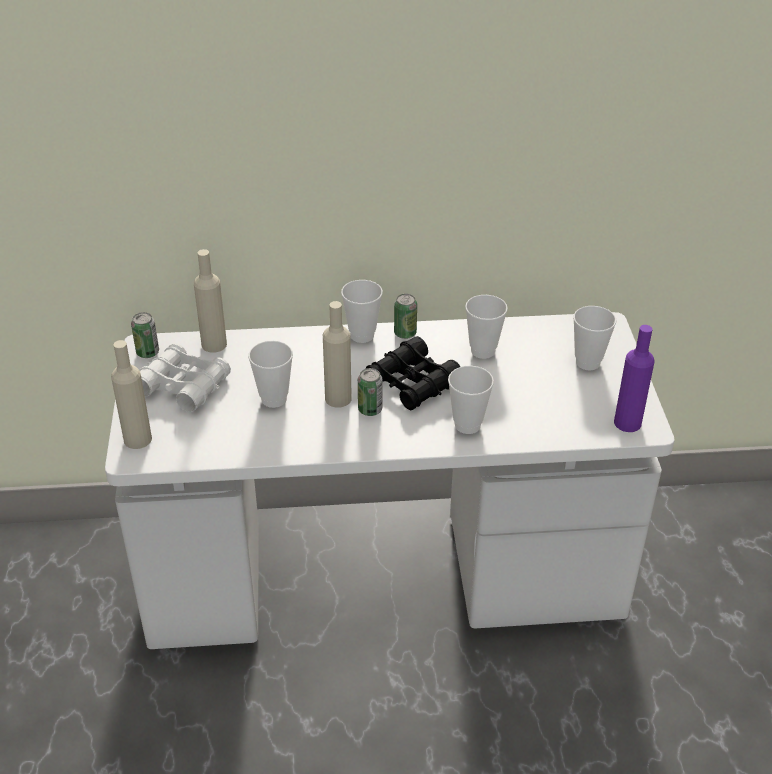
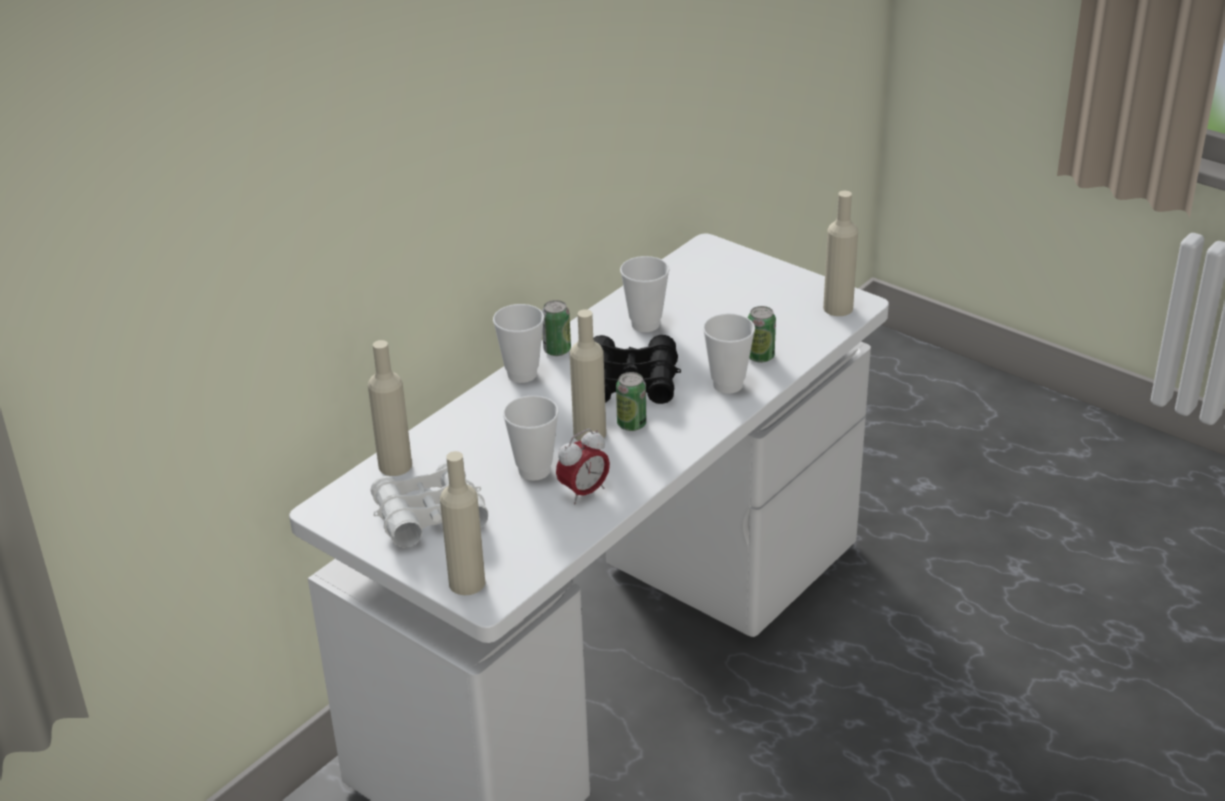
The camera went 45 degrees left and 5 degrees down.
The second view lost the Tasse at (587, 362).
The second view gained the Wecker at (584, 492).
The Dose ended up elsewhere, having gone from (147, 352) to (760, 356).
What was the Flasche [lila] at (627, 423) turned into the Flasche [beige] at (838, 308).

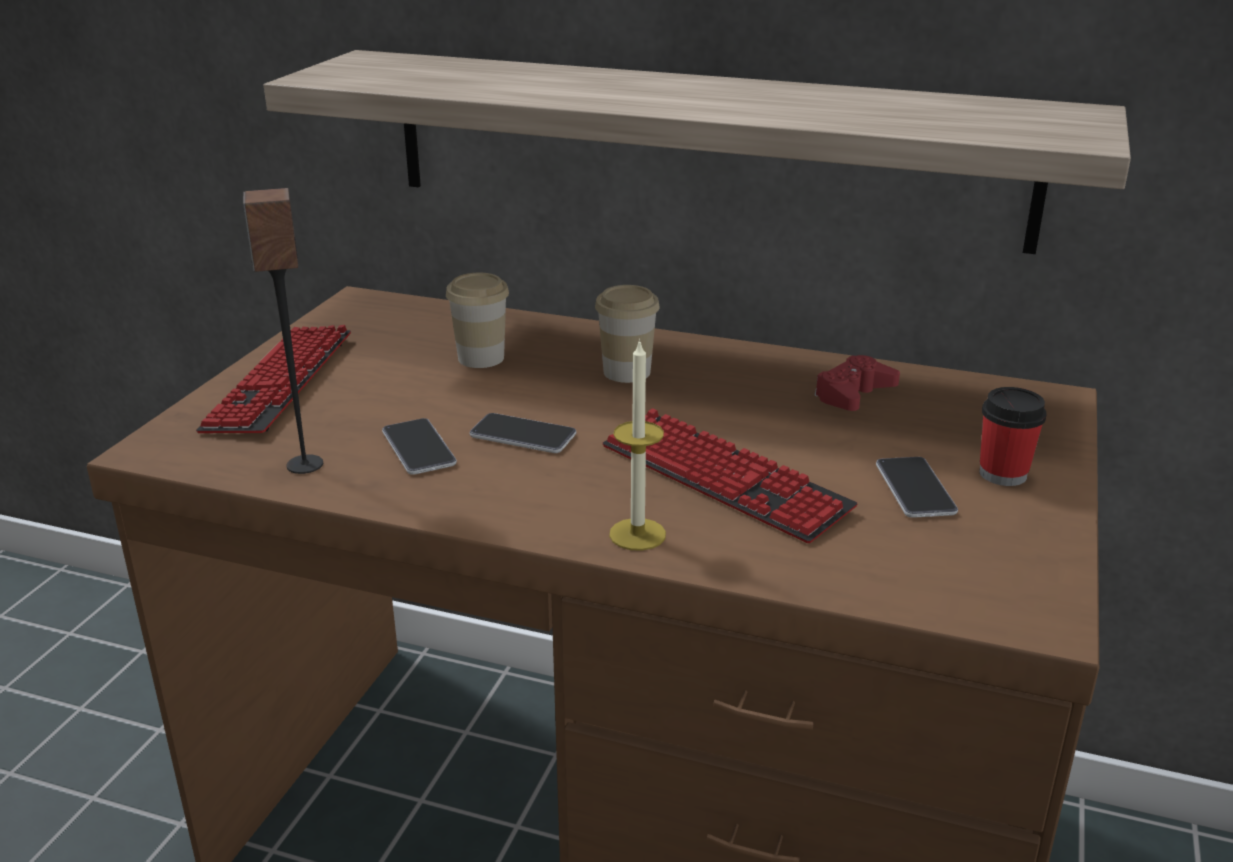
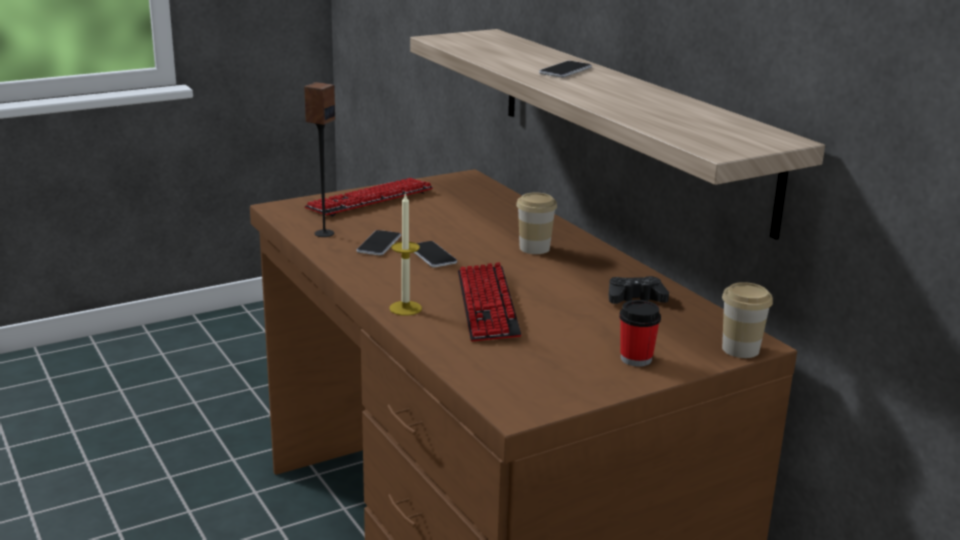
The camera went 40 degrees right and 5 degrees down.
The Tasse ended up elsewhere, having gone from (481, 358) to (740, 349).
The Handy ended up elsewhere, having gone from (915, 489) to (565, 71).
What was the Gamepad [rot] at (853, 394) turned into the Gamepad [schwarz] at (635, 298).

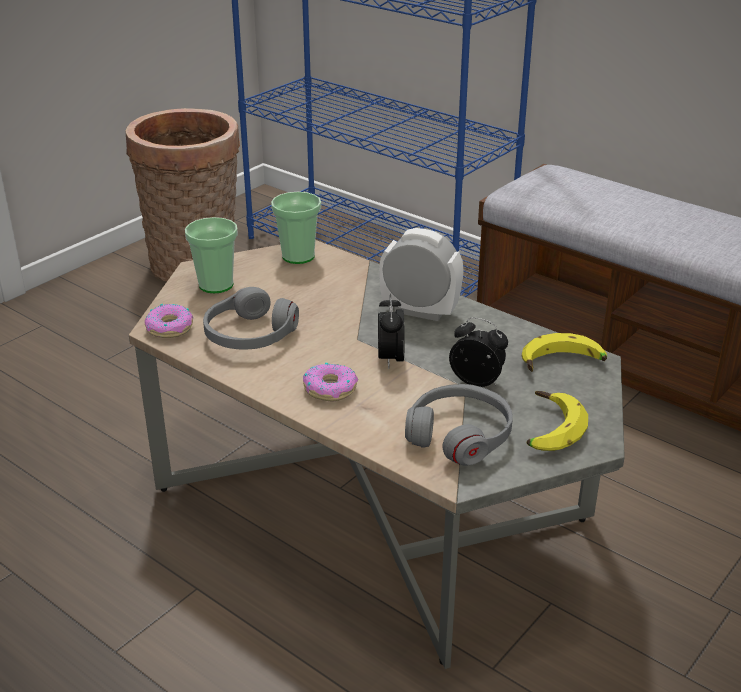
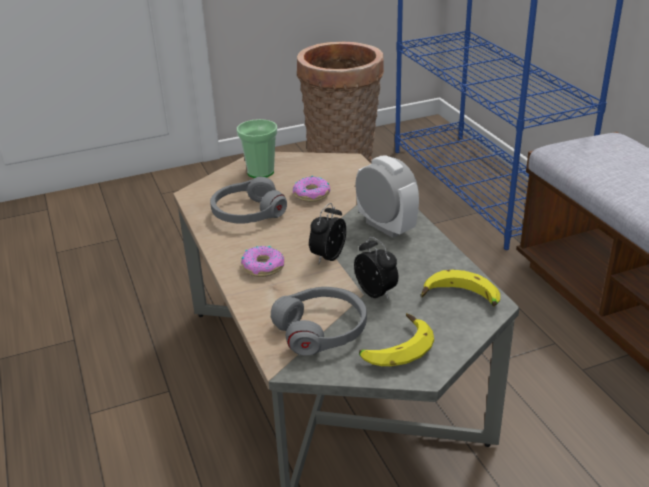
The camera went 30 degrees right and 0 degrees up.
The second view lost the Tasse at (298, 256).
The Donut ended up elsewhere, having gone from (170, 328) to (312, 194).

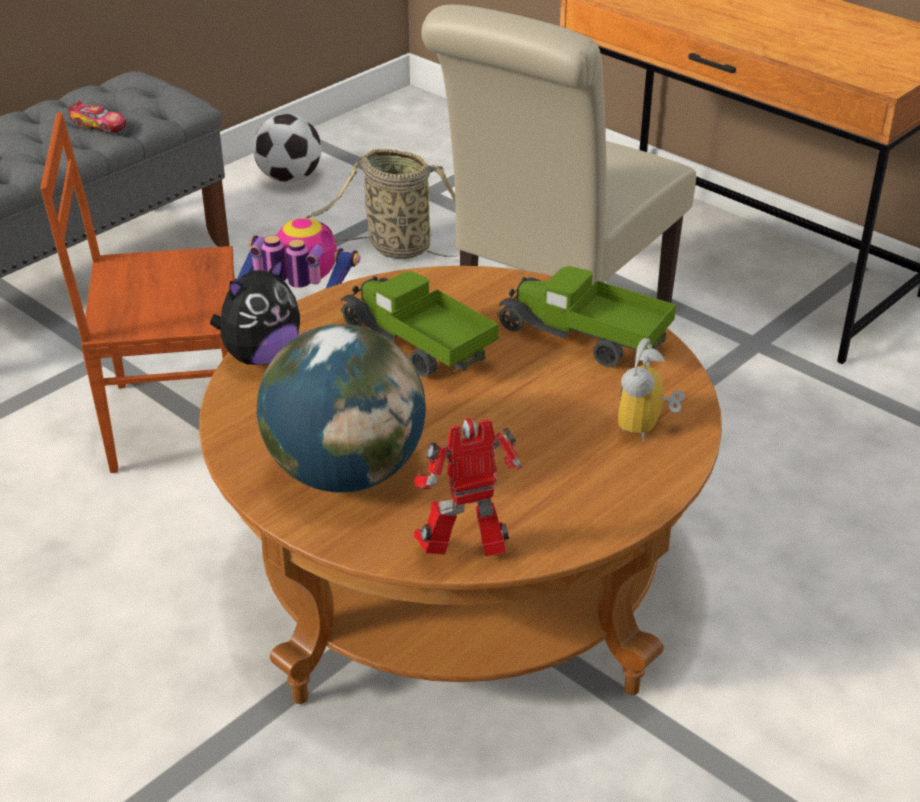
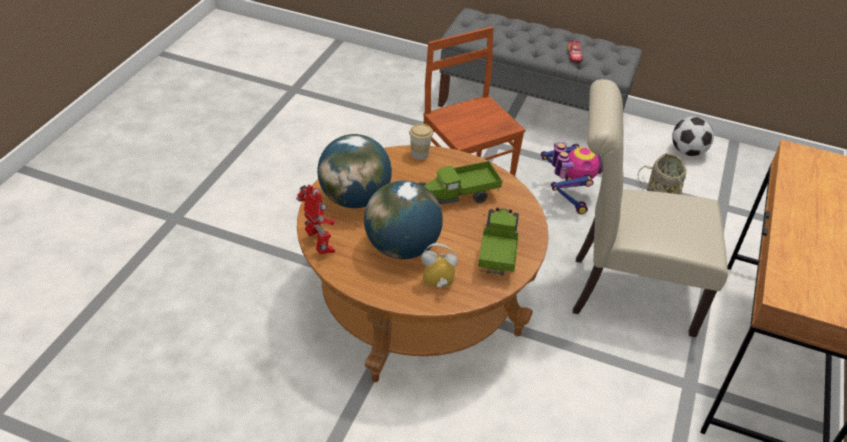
The camera went 65 degrees right and 5 degrees up.
The second view gained the Globus at (402, 248).
Where the Plüschtier stood at (260, 356), the Tasse came to stand at (419, 154).
The Spielzeuglaster at (416, 345) ended up facing another way, 135 degrees counterclockwise from before.

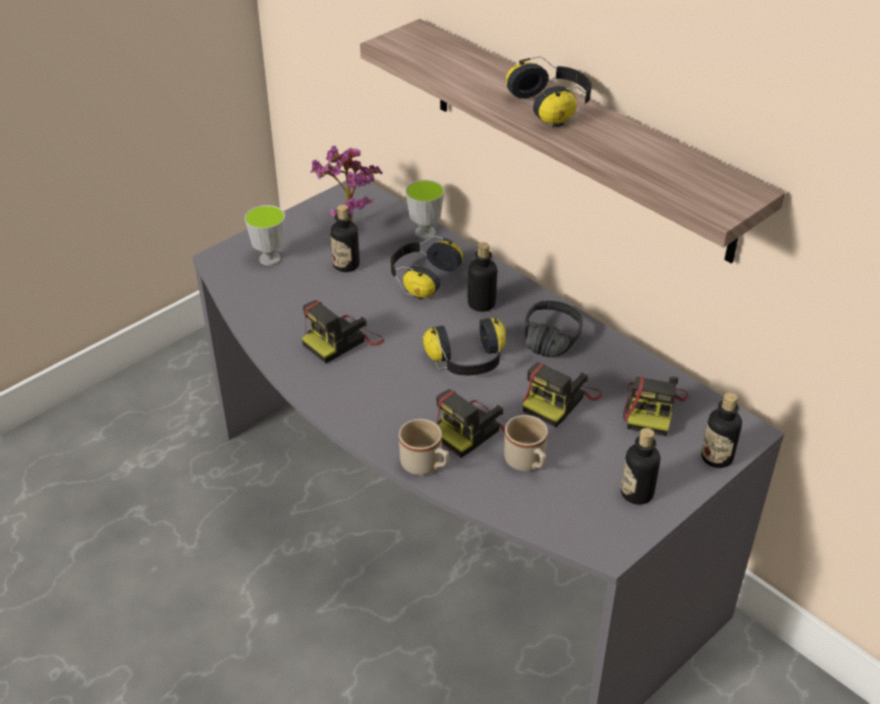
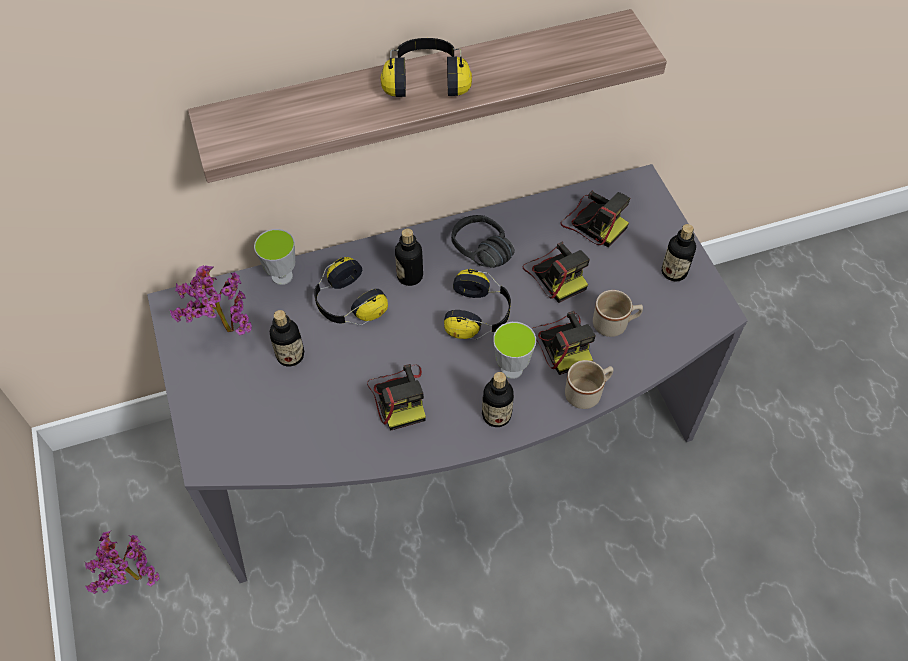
The camera went 65 degrees left and 15 degrees up.
The second view gained the Topfpflanze at (132, 581).
The Tasse ended up elsewhere, having gone from (270, 259) to (511, 369).
The Flasche ended up elsewhere, having gone from (716, 457) to (496, 415).

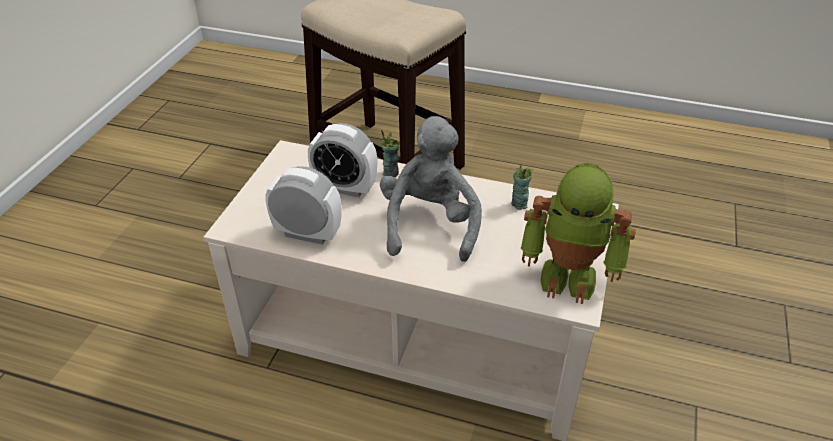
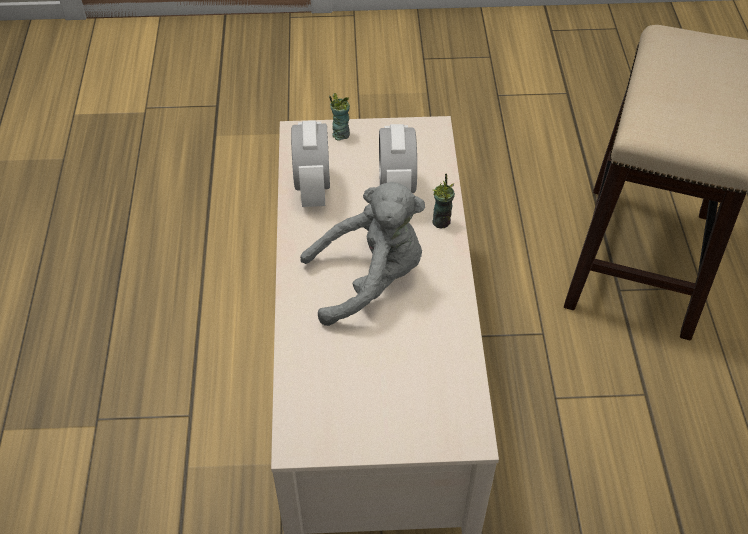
The camera went 70 degrees right and 10 degrees up.
The second view lost the Spielzeugroboter at (569, 275).
The Tasse ended up elsewhere, having gone from (519, 204) to (340, 134).

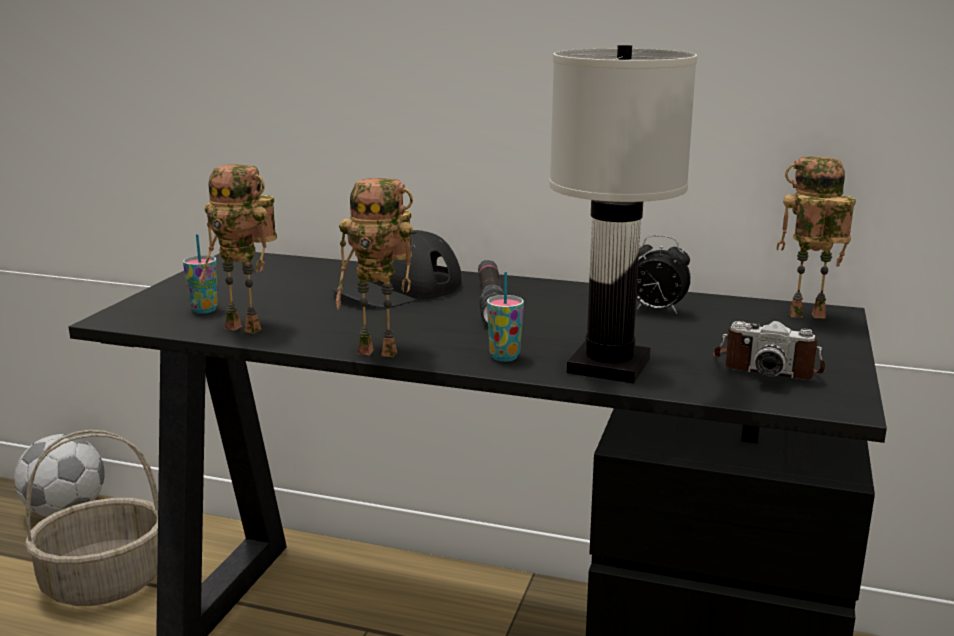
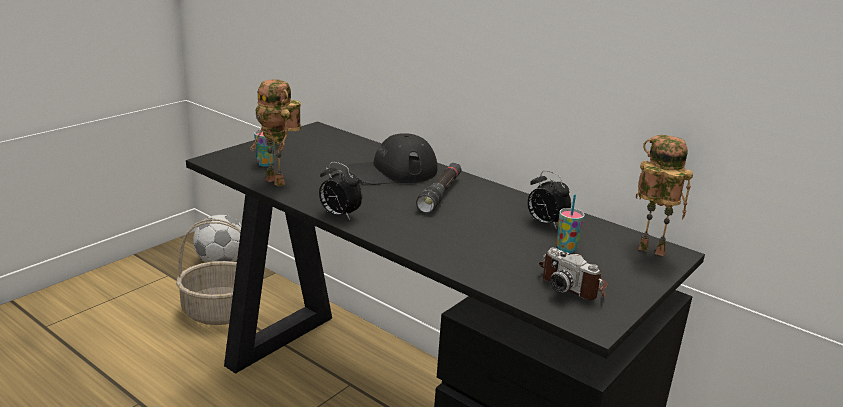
The camera went 20 degrees right and 5 degrees up.
The second view lost the Tischlampe [weiß] at (610, 365).
The Tasse ended up elsewhere, having gone from (504, 357) to (566, 249).
Where the Spielzeugroboter stood at (381, 351), the Wecker came to stand at (339, 215).

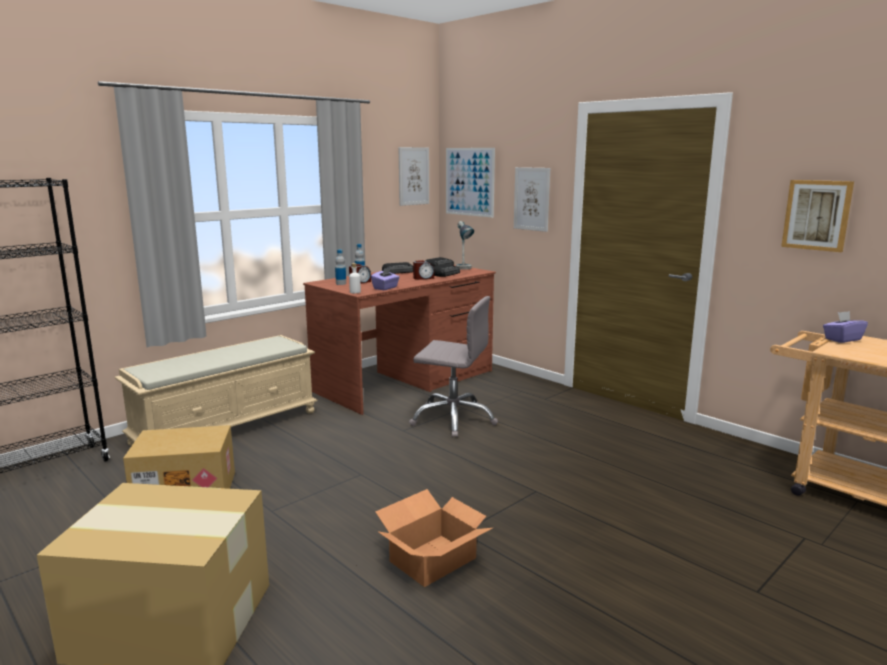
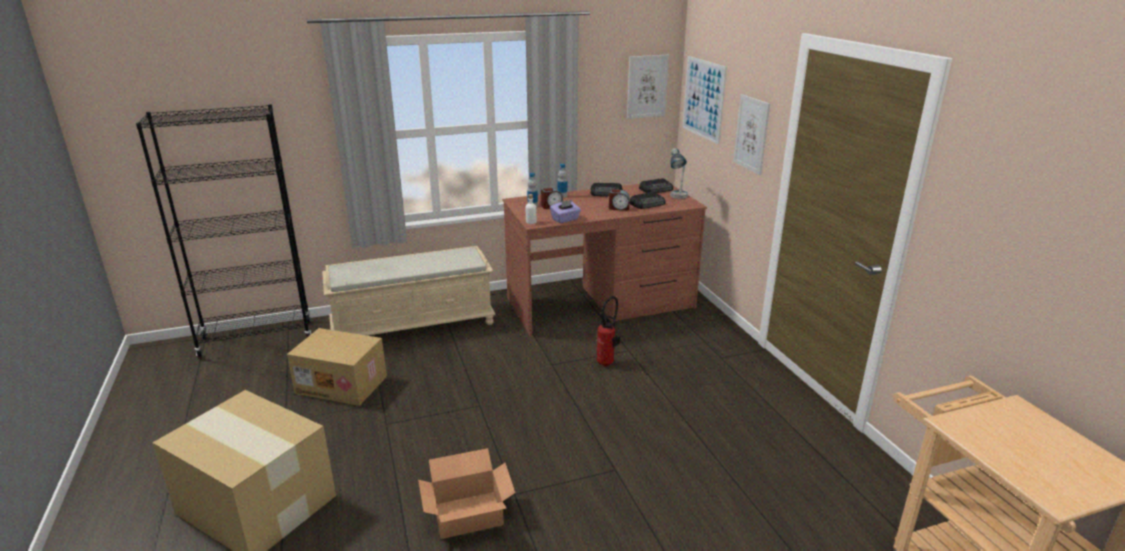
The camera went 25 degrees right and 10 degrees up.
The second view lost the Bild at (817, 215).
The second view lost the Taschentuchbox [lila] at (842, 339).
Where the Bürostuhl [grau] stood at (453, 419), the Feuerlöscher came to stand at (608, 362).

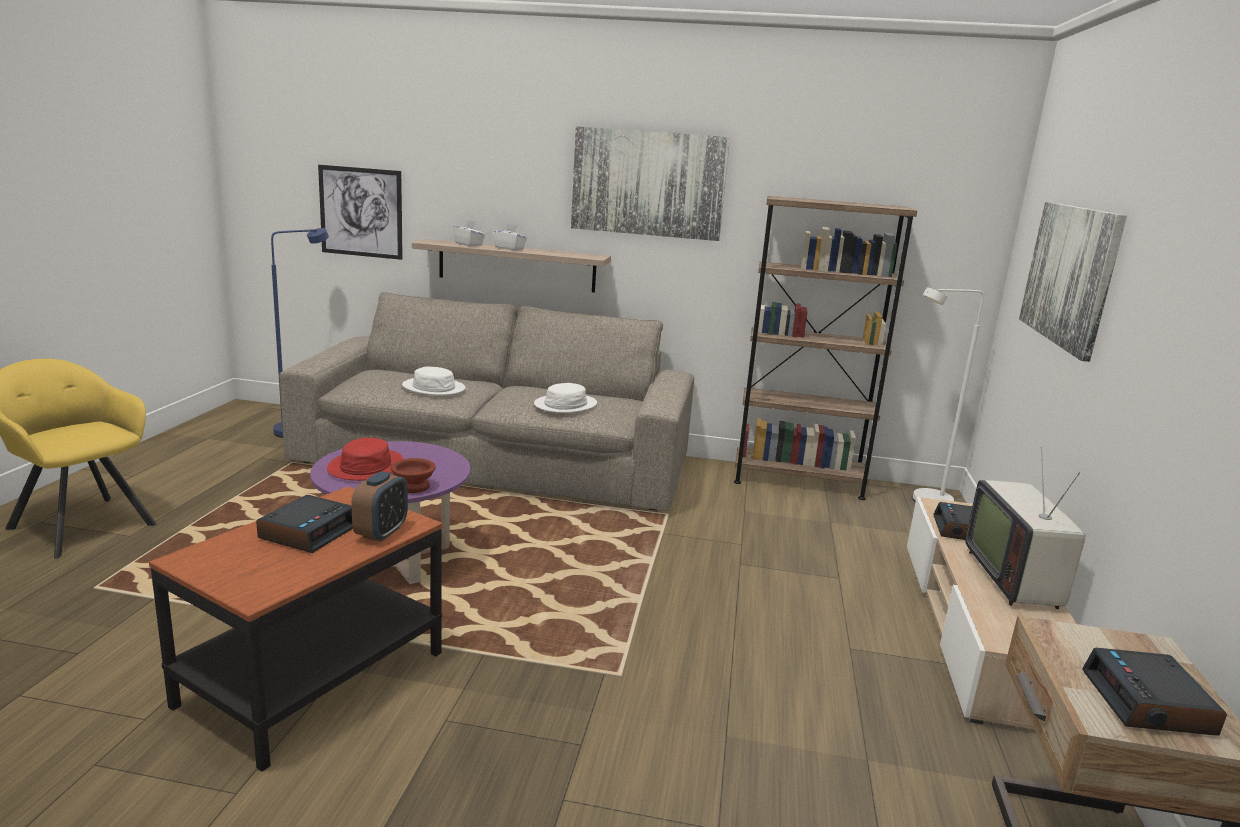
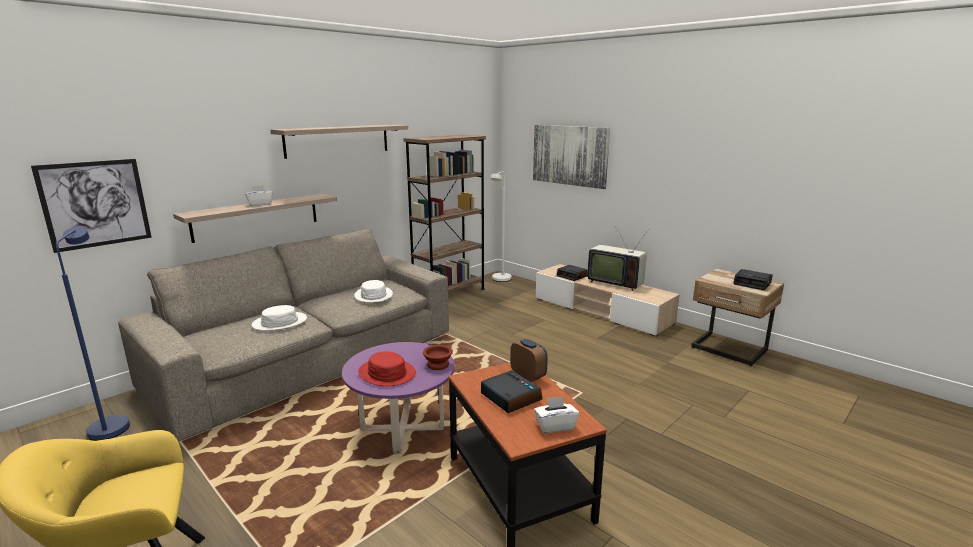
The camera went 55 degrees left and 0 degrees up.
The Taschentuchbox [weiß] ended up elsewhere, having gone from (469, 244) to (555, 426).
Where the Bild hung at (648, 183), the Wandregal came to hang at (338, 140).

